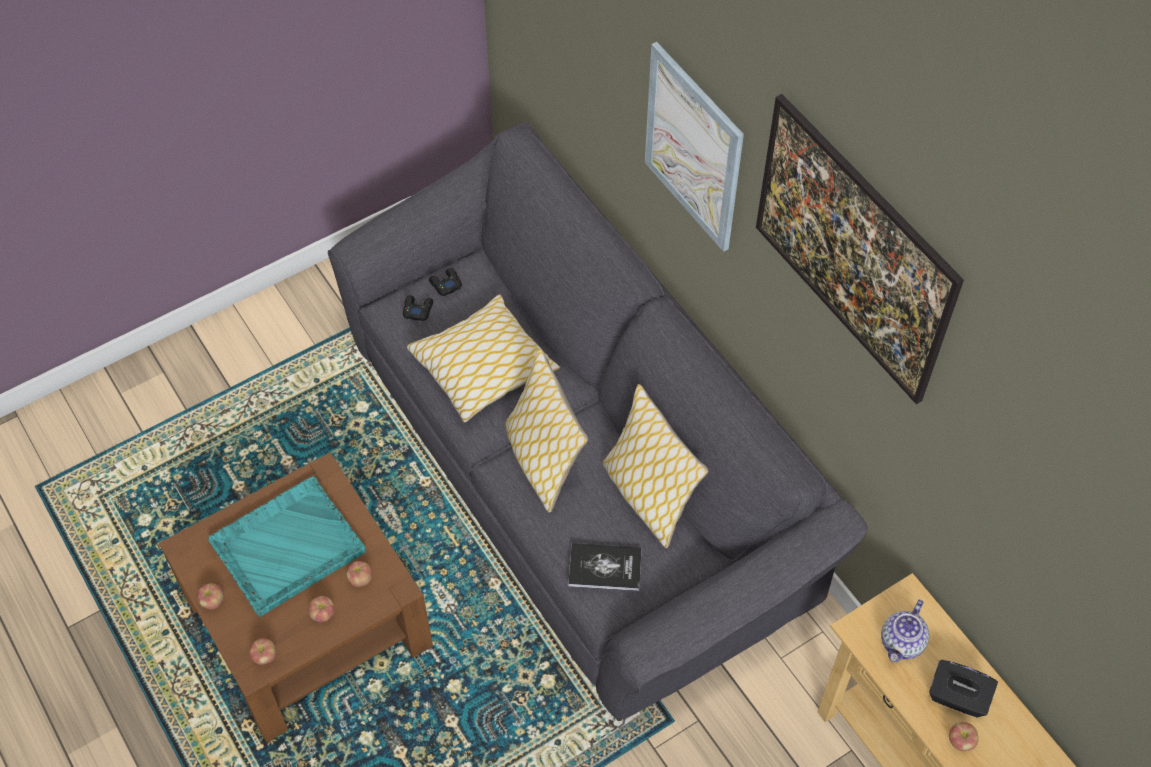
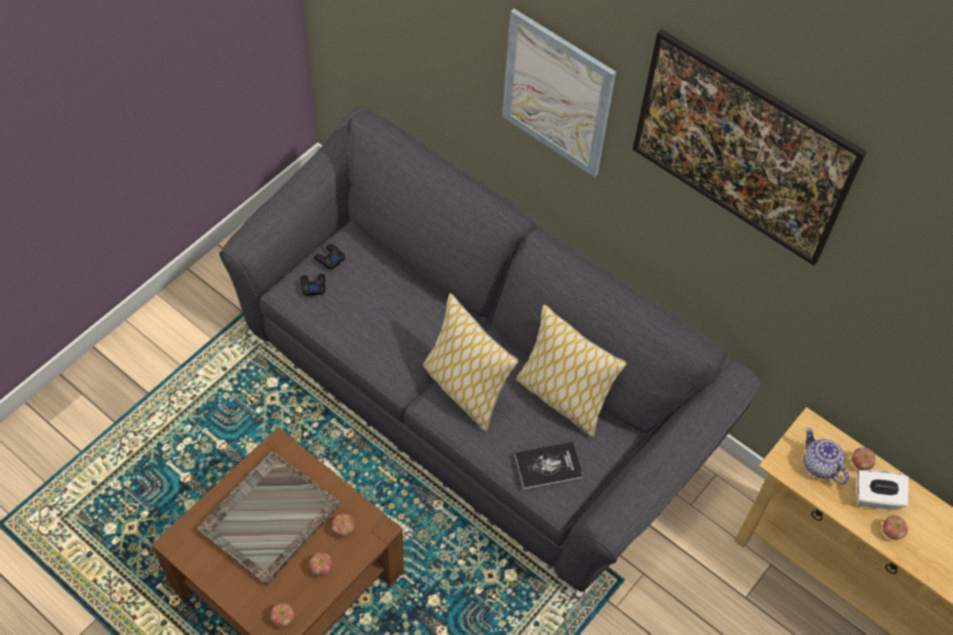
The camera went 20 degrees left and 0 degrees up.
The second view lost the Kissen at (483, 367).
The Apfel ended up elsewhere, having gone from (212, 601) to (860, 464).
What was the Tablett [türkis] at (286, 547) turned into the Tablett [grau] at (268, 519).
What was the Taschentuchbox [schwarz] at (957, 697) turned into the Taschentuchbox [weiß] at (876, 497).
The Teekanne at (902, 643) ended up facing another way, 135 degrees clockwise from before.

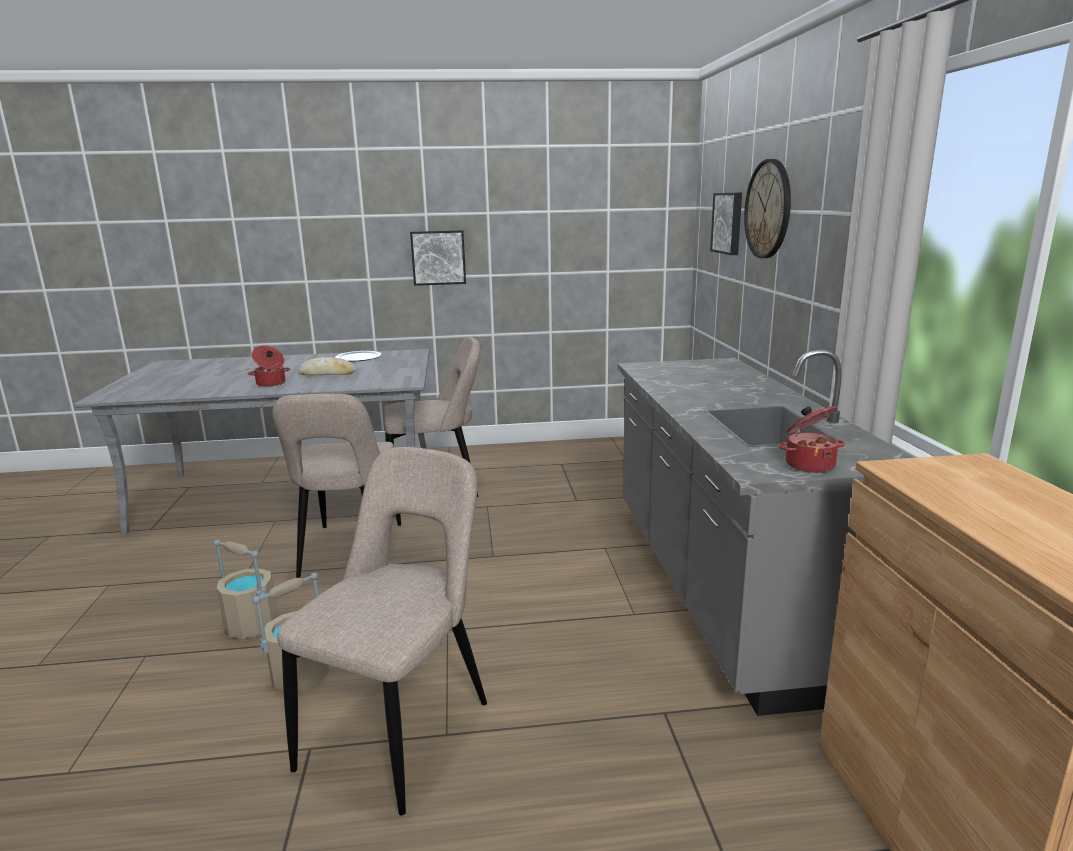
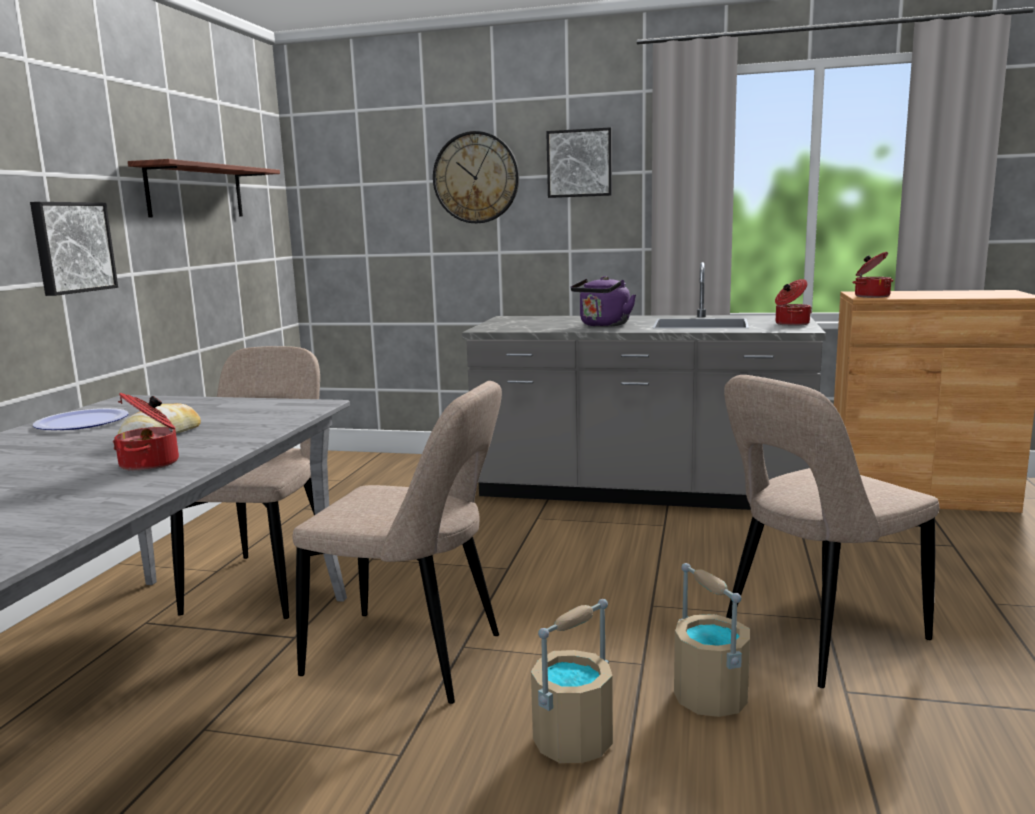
The camera went 70 degrees left and 5 degrees down.
The second view gained the Wandregal at (196, 192).
The second view gained the Wasserkessel [lila] at (603, 325).
The second view gained the Kochtopf at (871, 296).
The Bild ended up elsewhere, having gone from (728, 223) to (580, 163).
The Stuhl [beige] at (402, 729) ended up facing another way, 75 degrees counterclockwise from before.

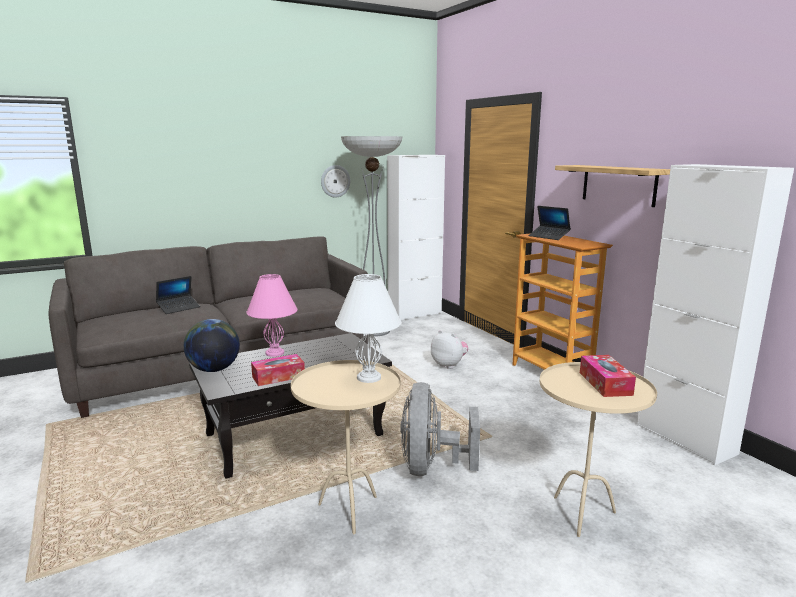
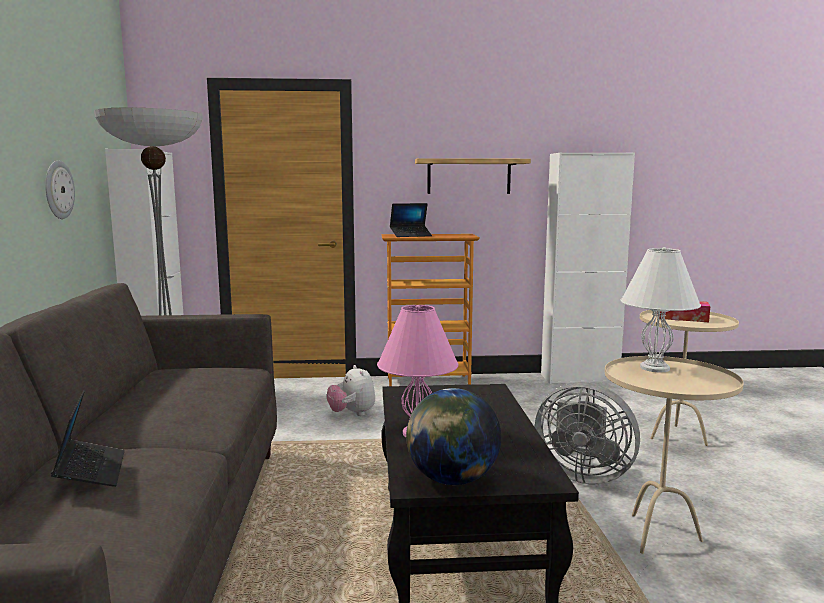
The camera went 65 degrees left and 5 degrees down.
The second view lost the Taschentuchbox at (278, 376).
The Plüschtier at (449, 365) ended up facing another way, 90 degrees counterclockwise from before.

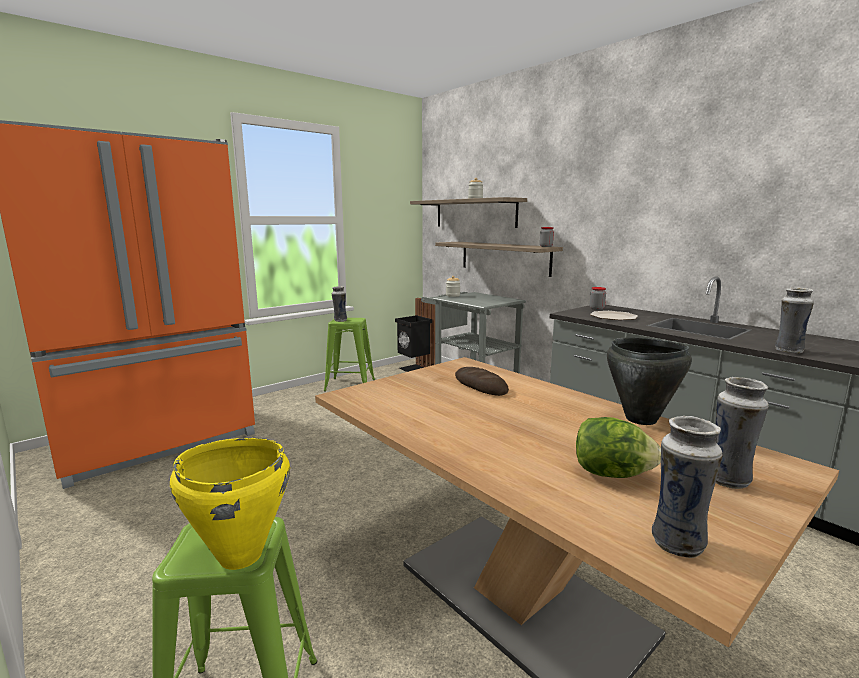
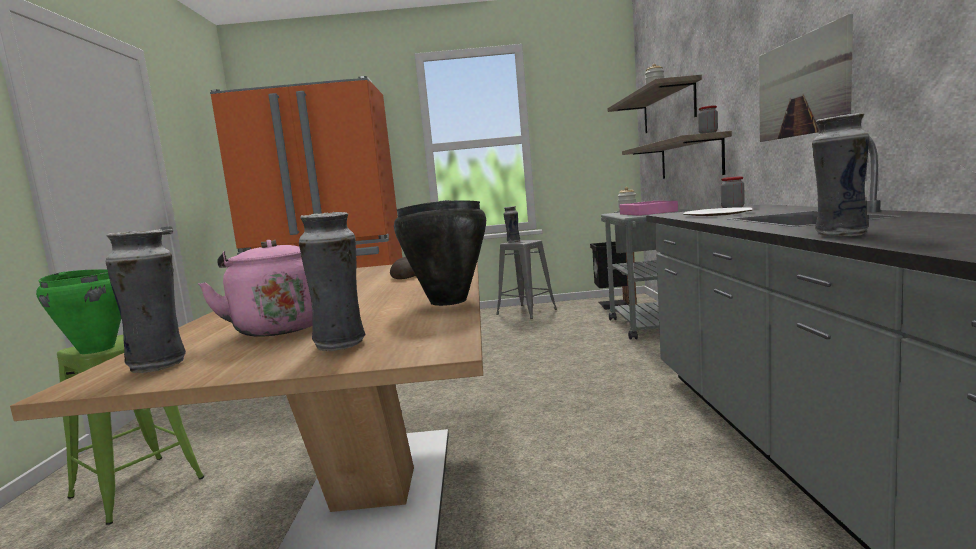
The camera went 40 degrees right and 5 degrees down.
The second view gained the Tablett [rosa] at (648, 213).
The second view gained the Bild at (802, 87).
Where the Salatkopf stood at (611, 474), the Wasserkessel [rosa] came to stand at (279, 327).
What was the Kochtopf [gelb] at (240, 555) turned into the Kochtopf [grün] at (97, 349).
What was the Hocker [grün] at (349, 385) turned into the Hocker [grau] at (526, 312).

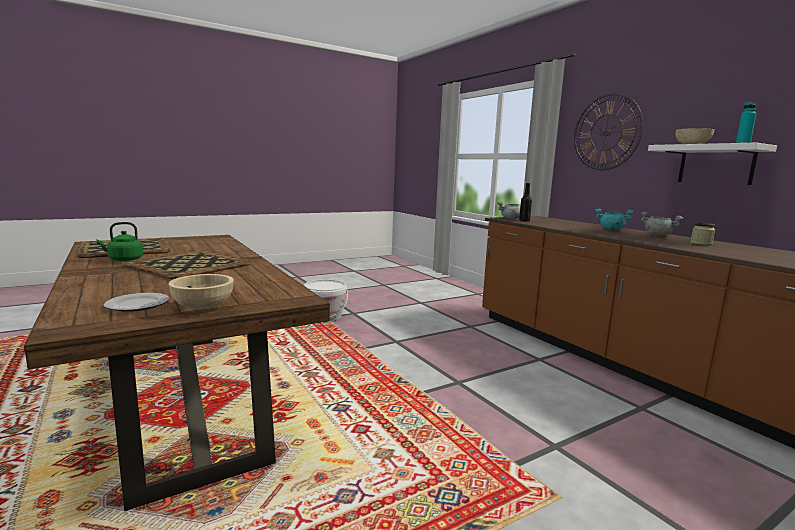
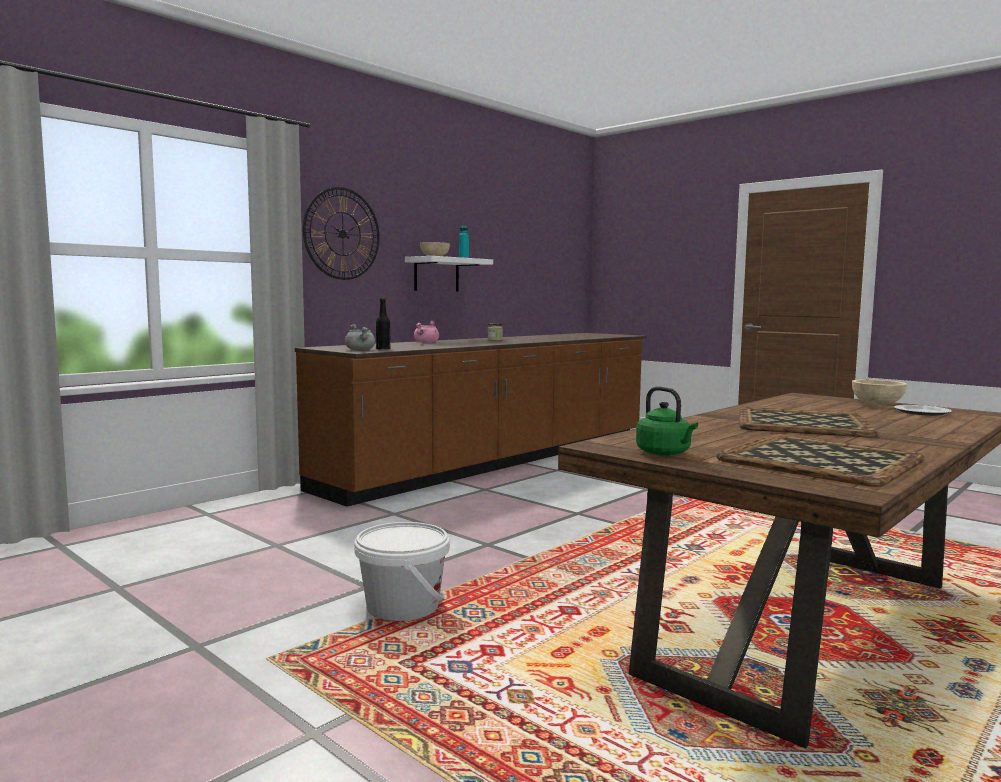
The camera went 105 degrees left and 5 degrees down.
The second view lost the Kochtopf [grau] at (658, 235).
The Wasserkessel [grün] ended up elsewhere, having gone from (124, 259) to (665, 453).
What was the Kochtopf [türkis] at (611, 229) turned into the Kochtopf [rosa] at (426, 343).

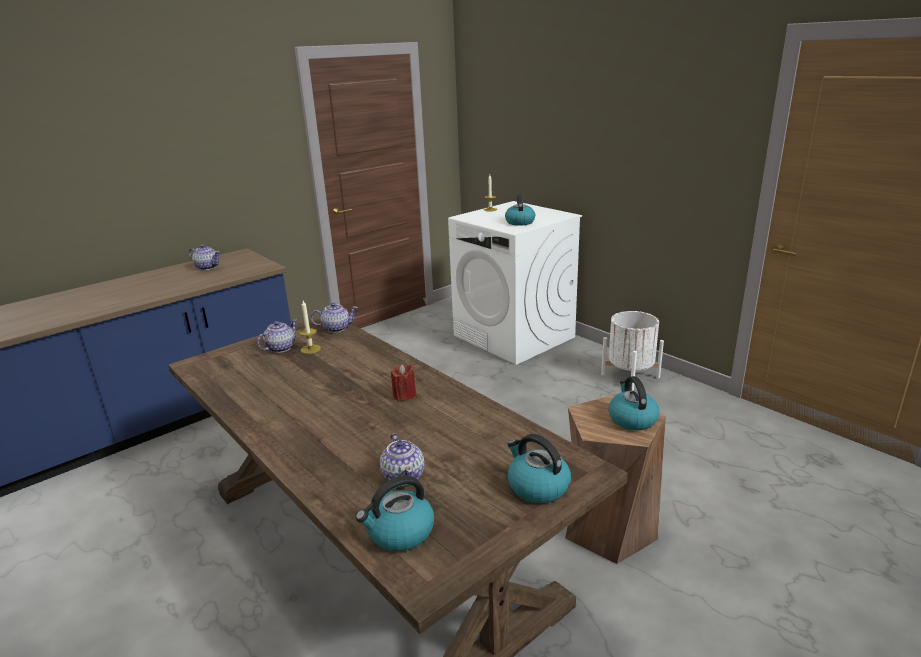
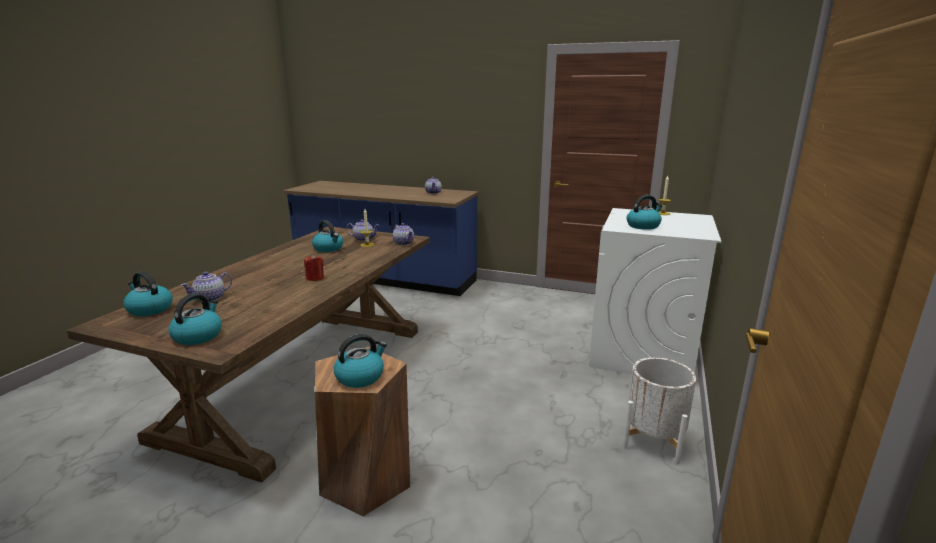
The camera went 60 degrees right and 5 degrees down.
The second view gained the Wasserkessel at (329, 248).

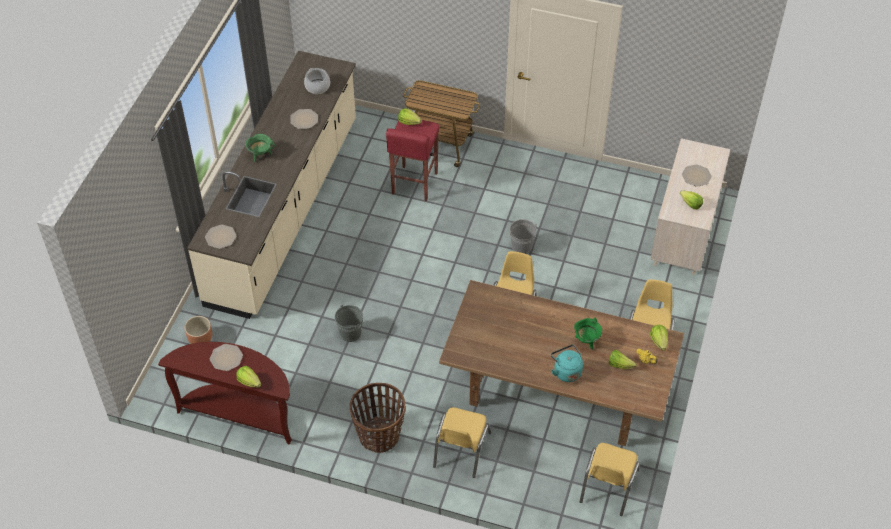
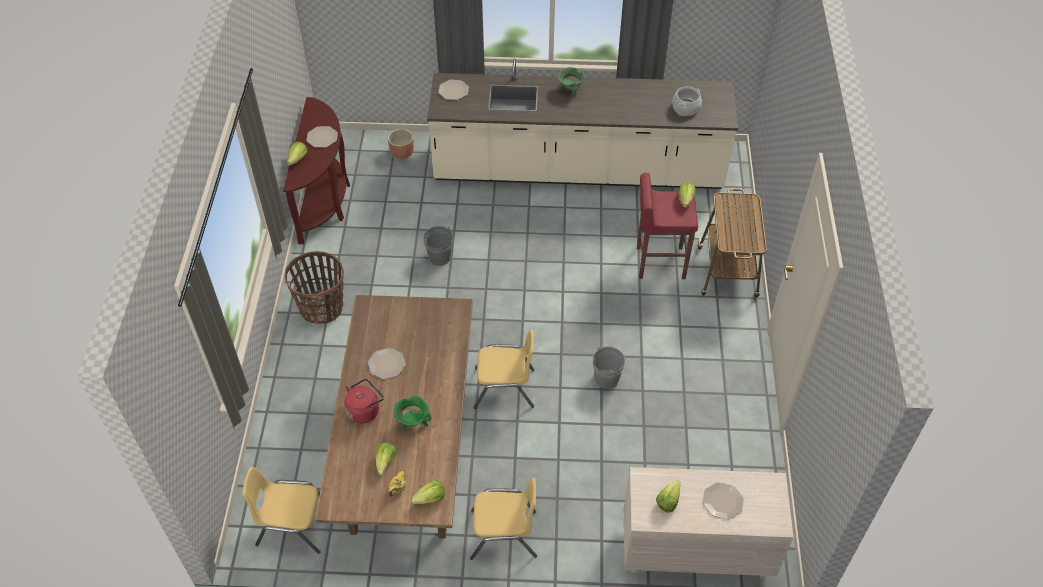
The camera went 75 degrees right and 0 degrees up.
The second view lost the Stuhl [gelb] at (461, 450).
The Teller ended up elsewhere, having gone from (304, 120) to (386, 364).
What was the Wasserkessel [türkis] at (566, 371) turned into the Wasserkessel [rot] at (365, 410).

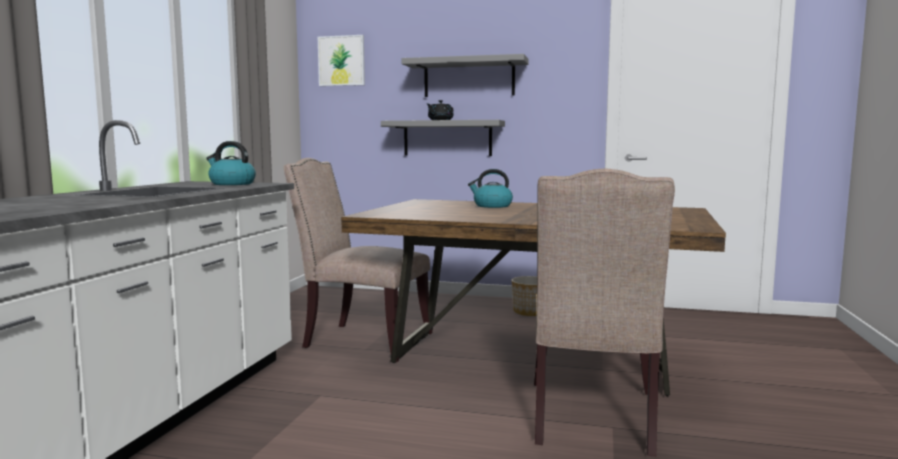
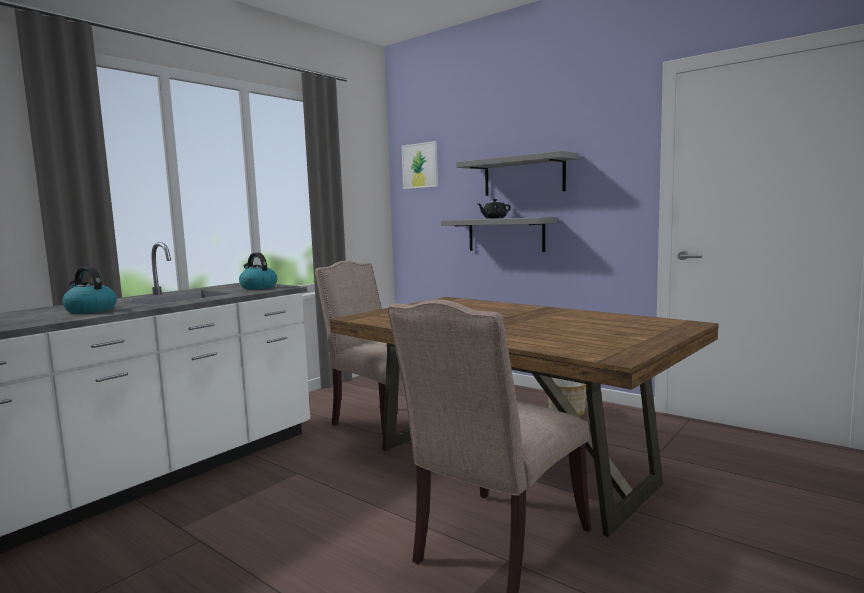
The camera went 25 degrees right and 0 degrees up.
The Wasserkessel ended up elsewhere, having gone from (492, 206) to (90, 310).

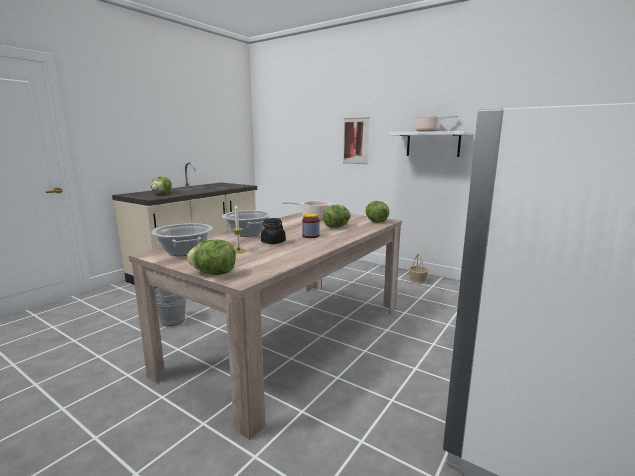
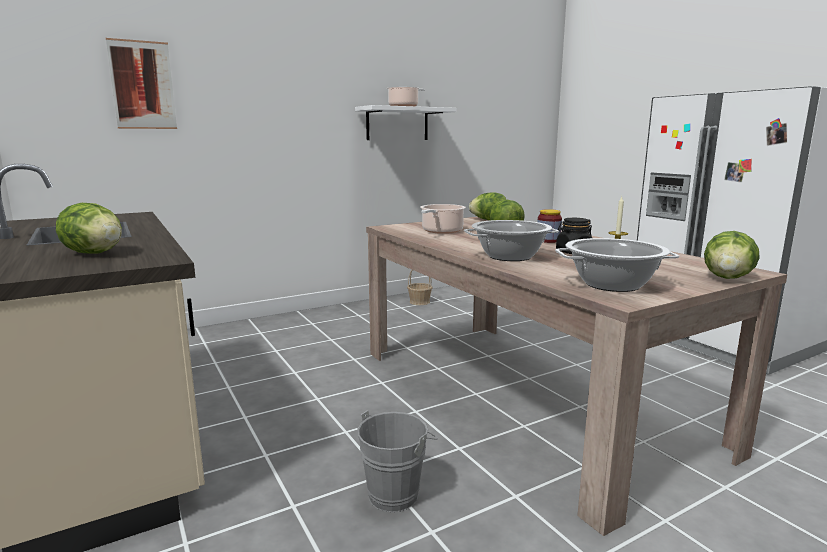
The camera went 65 degrees left and 0 degrees up.
The Bild ended up elsewhere, having gone from (356, 141) to (142, 85).

